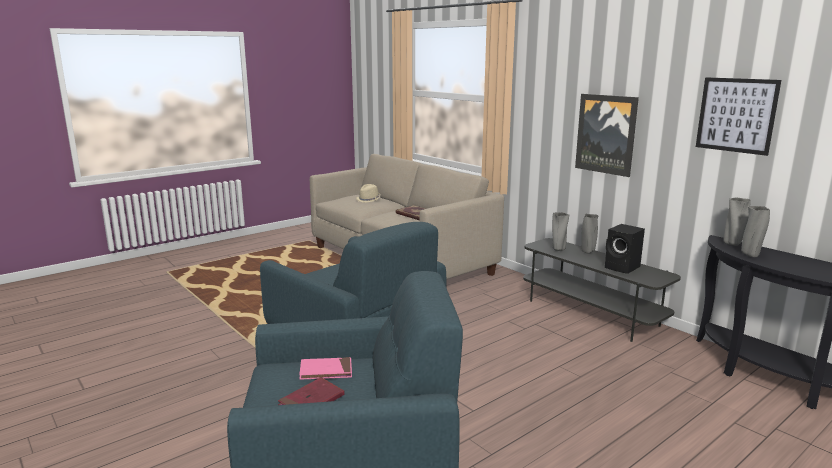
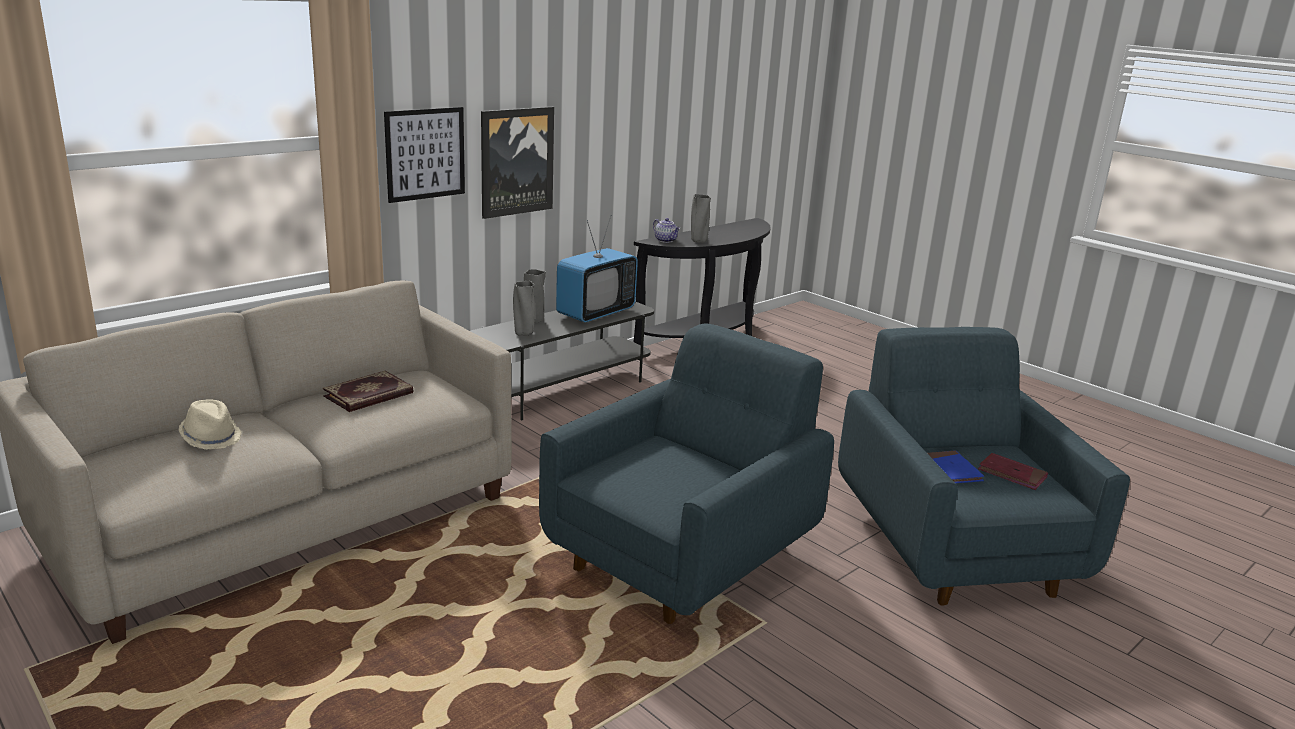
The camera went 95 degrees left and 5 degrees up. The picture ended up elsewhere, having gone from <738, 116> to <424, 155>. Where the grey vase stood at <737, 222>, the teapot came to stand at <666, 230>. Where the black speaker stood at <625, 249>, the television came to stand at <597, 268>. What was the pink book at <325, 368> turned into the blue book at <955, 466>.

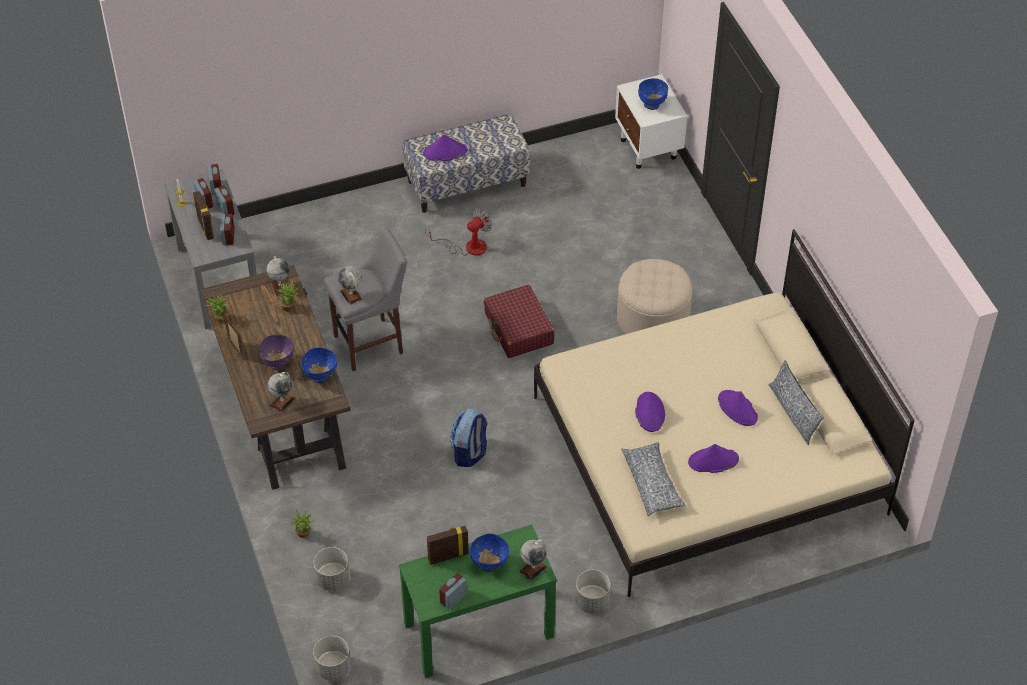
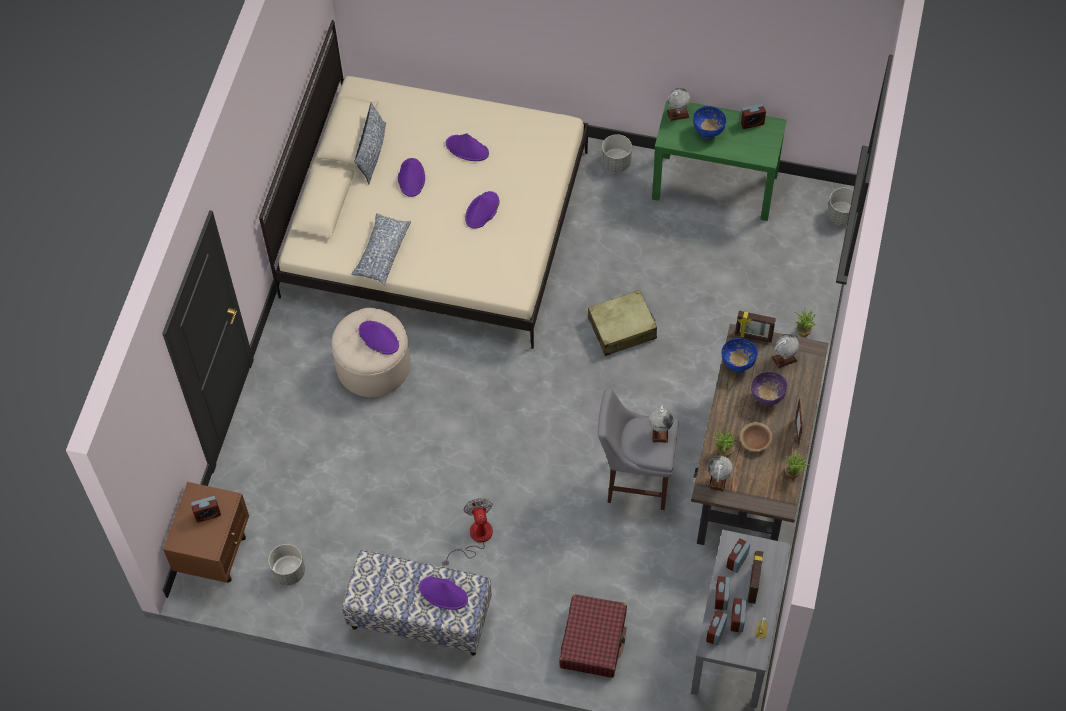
The camera went 145 degrees left and 10 degrees up. What was the white nightstand at <651, 121> turned into the brown nightstand at <206, 532>. Where the blue bowl stood at <653, 94>, the alarm clock came to stand at <206, 509>. The fan at <458, 232> ended up facing another way, 90 degrees clockwise from before. The red suitcase ended up elsewhere, having gone from <519, 321> to <593, 636>. Where the backpack stood at <468, 437>, the beige suitcase came to stand at <622, 323>. The pillow ended up elsewhere, having gone from <653, 479> to <381, 249>. The picture frame ended up elsewhere, having gone from <448, 545> to <755, 327>. The grey planter ended up elsewhere, having gone from <332, 569> to <287, 564>. The second view gained the purple hat at <379, 337>. The second view gained the brown bowl at <756, 437>.

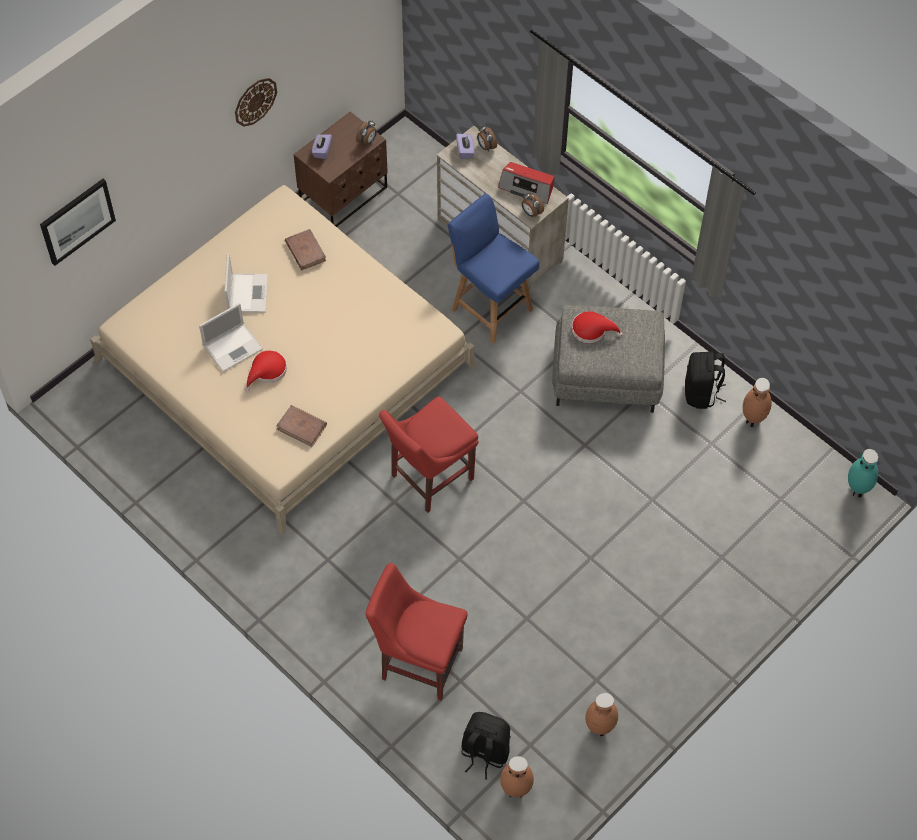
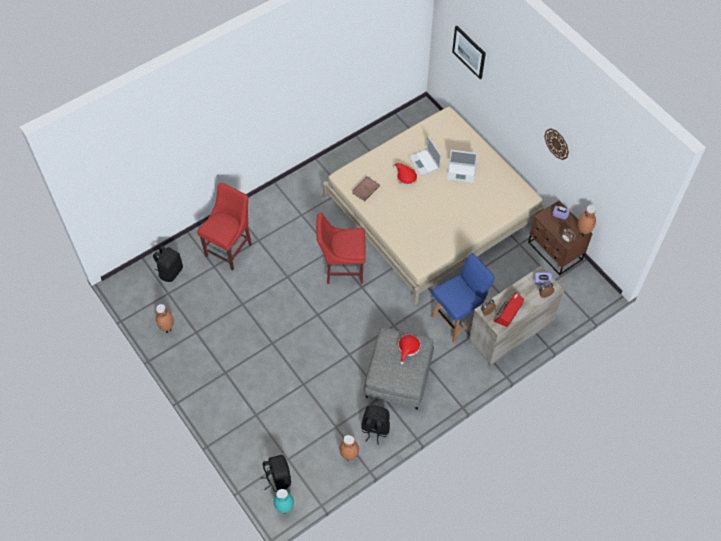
The camera went 100 degrees right and 0 degrees up. The second view lost the brown book at <305, 249>. The red chair at <429, 454> ended up facing another way, 60 degrees counterclockwise from before. The brown vase ended up elsewhere, having gone from <517, 776> to <587, 221>. The second view gained the black backpack at <276, 473>.

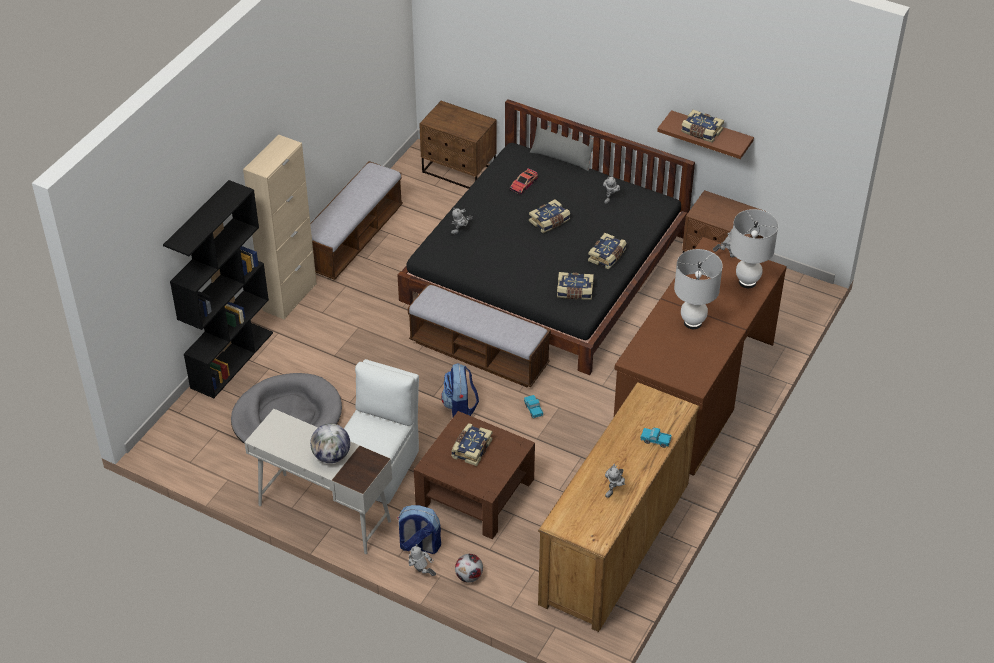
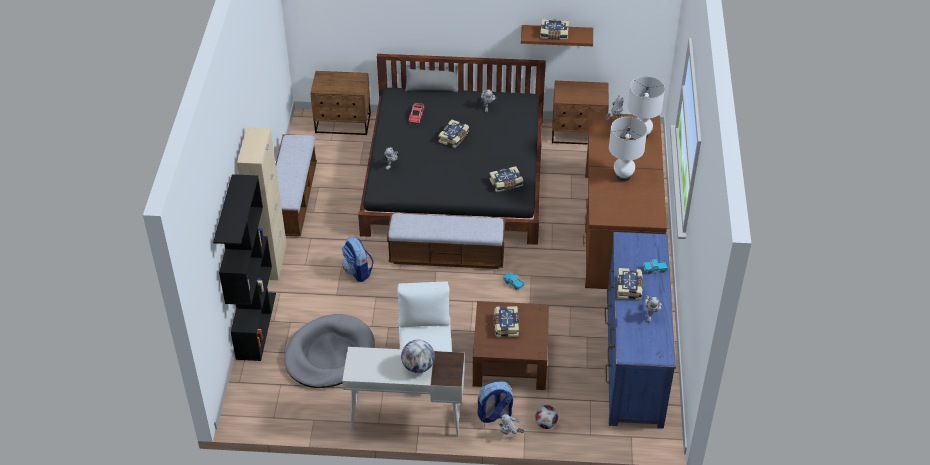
The camera went 25 degrees left and 0 degrees up. The book ended up elsewhere, having gone from <607, 251> to <630, 284>. The backpack ended up elsewhere, having gone from <460, 390> to <358, 259>. What was the brown dresser at <619, 507> turned into the blue dresser at <640, 330>.

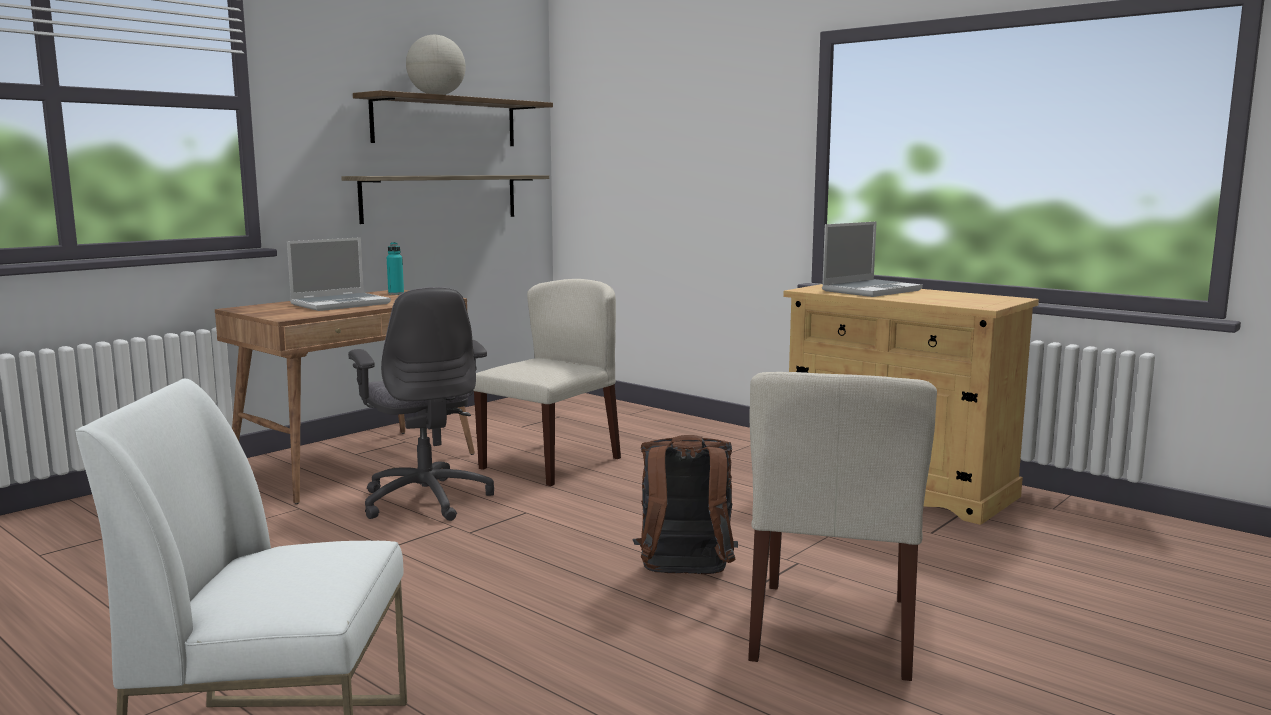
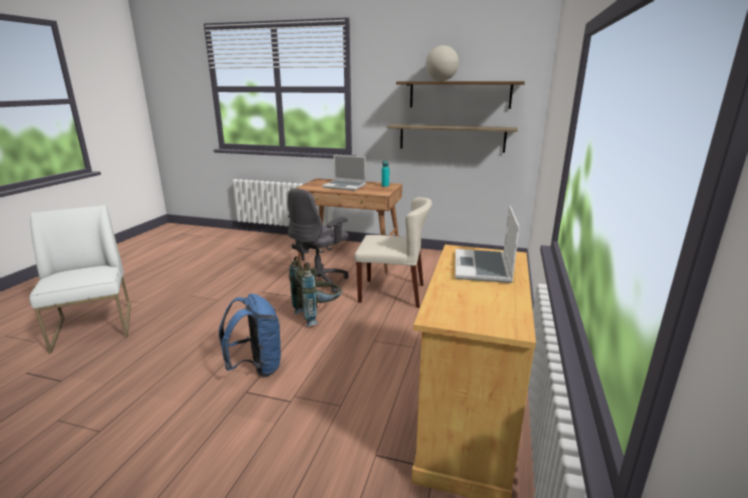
The camera went 65 degrees right and 10 degrees up. The laptop at <872, 259> ended up facing another way, 75 degrees clockwise from before. The second view lost the beige chair at <842, 526>. What was the brown backpack at <685, 504> turned into the blue backpack at <250, 335>. The second view gained the grey backpack at <315, 291>.

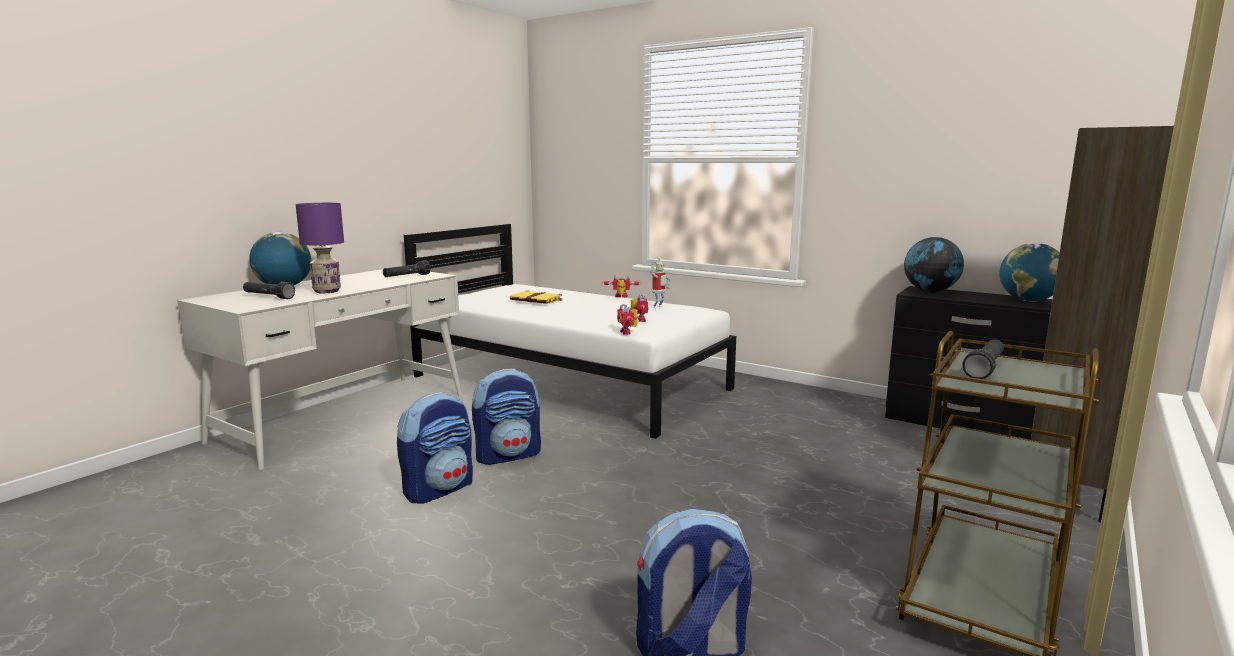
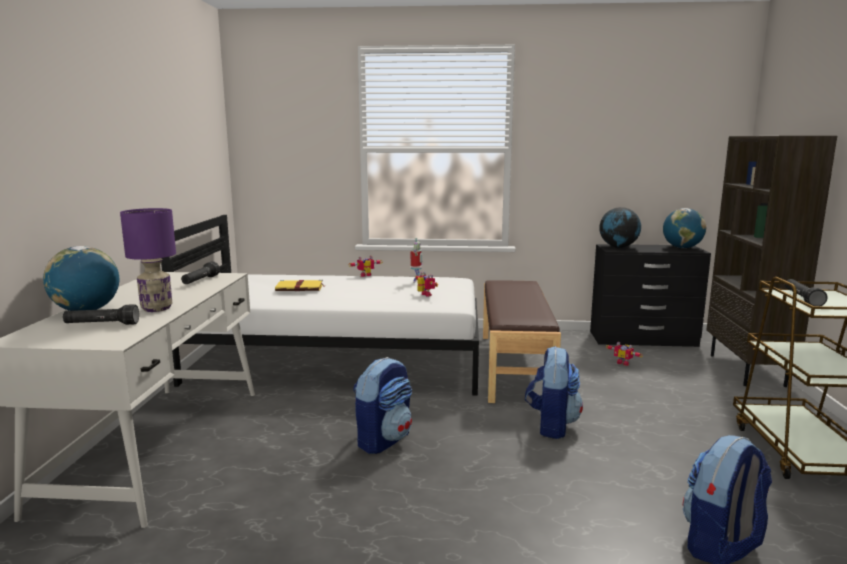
The camera went 30 degrees left and 0 degrees up. The toy robot ended up elsewhere, having gone from <627, 319> to <624, 354>. The backpack ended up elsewhere, having gone from <435, 448> to <554, 392>. The second view gained the brown bench at <522, 341>.

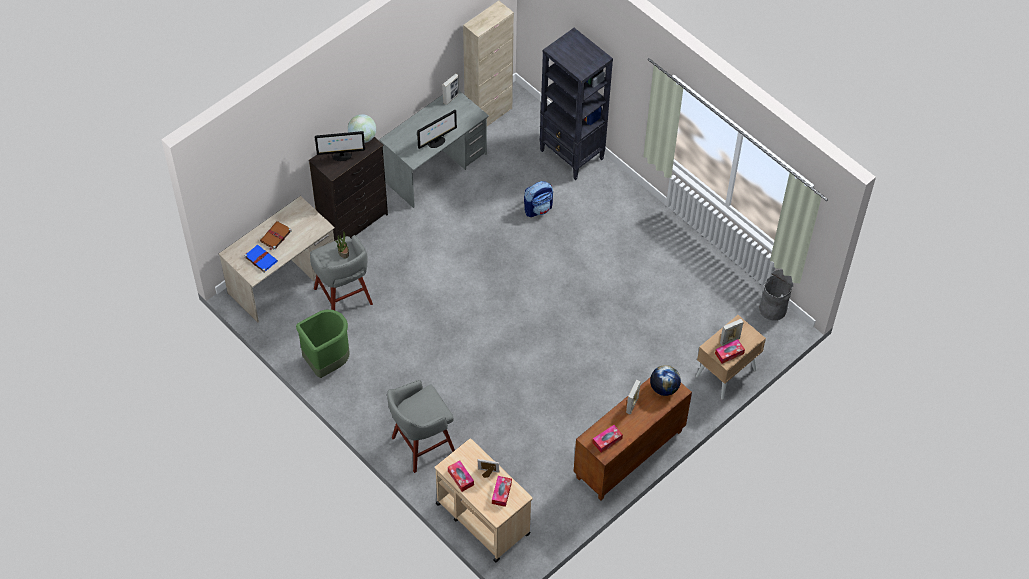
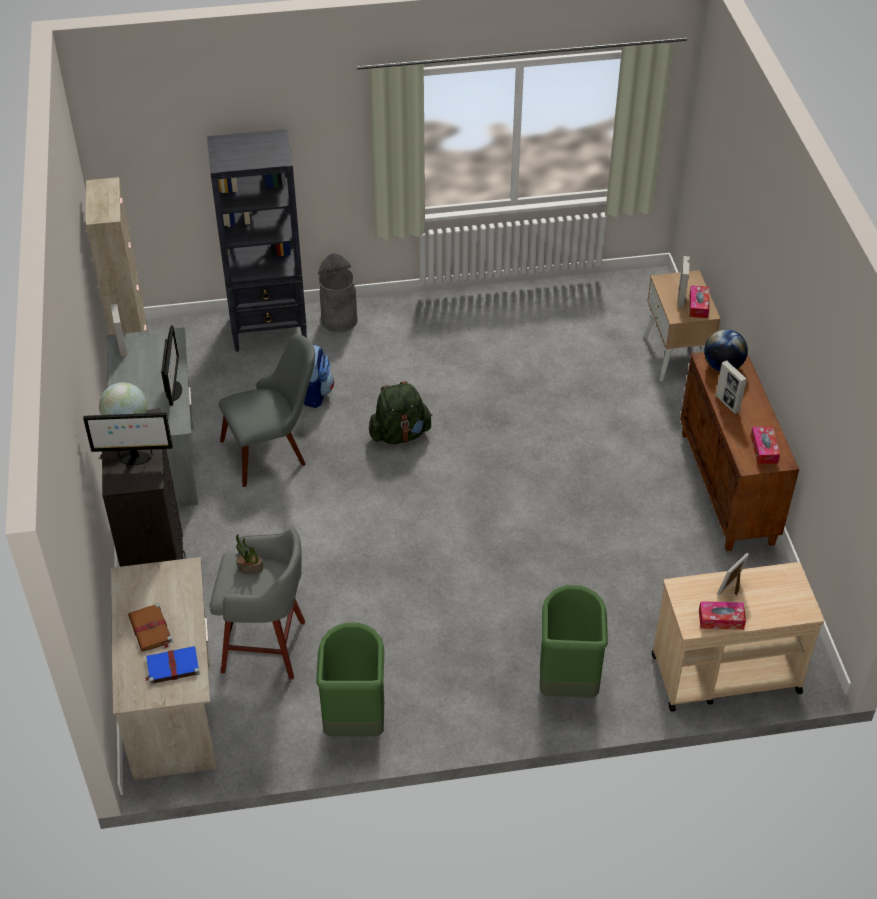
The camera went 55 degrees left and 10 degrees down. The monitor at <340, 146> ended up facing another way, 60 degrees clockwise from before. The grey trash can ended up elsewhere, having gone from <776, 295> to <338, 293>. Where the grey stool stood at <421, 426>, the green trash can came to stand at <574, 641>. The second view lost the tissue box at <502, 491>. The second view gained the grey chair at <267, 410>. The second view gained the green backpack at <401, 412>.

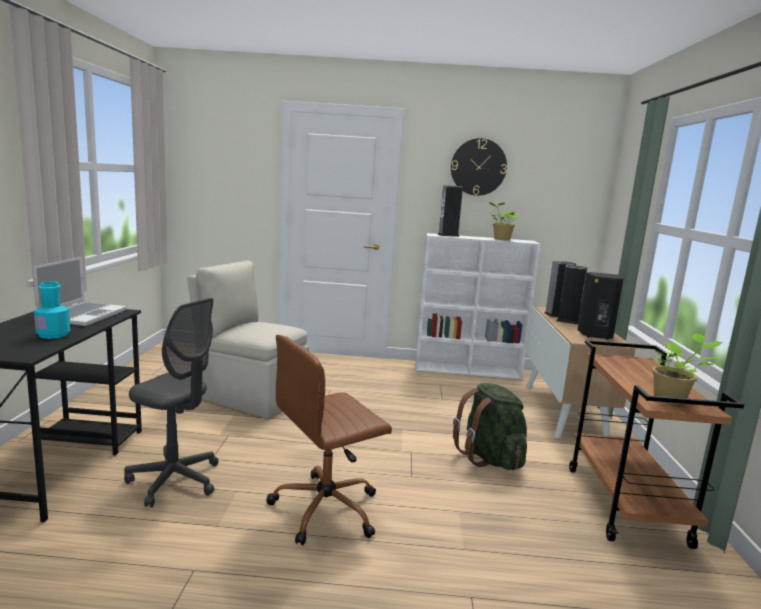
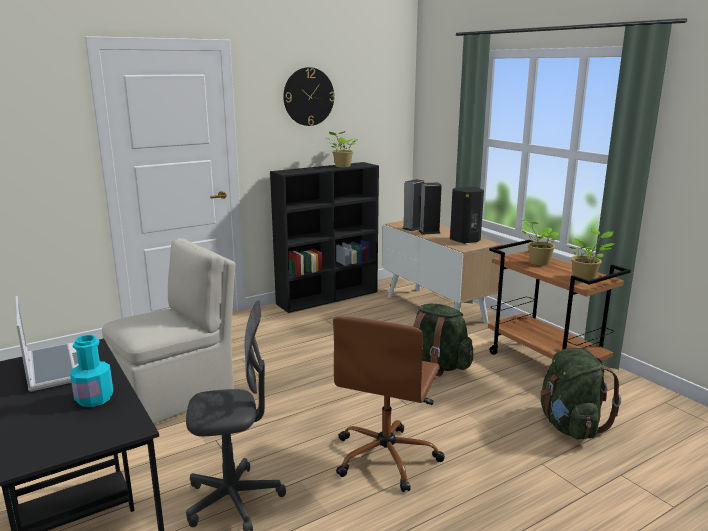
The camera went 35 degrees left and 5 degrees up. The second view lost the speaker at <450, 211>. What was the white bookcase at <478, 306> turned into the black bookcase at <324, 237>. The beige chair at <248, 340> ended up facing another way, 150 degrees clockwise from before. The second view gained the potted plant at <540, 242>. The second view gained the green backpack at <580, 394>.

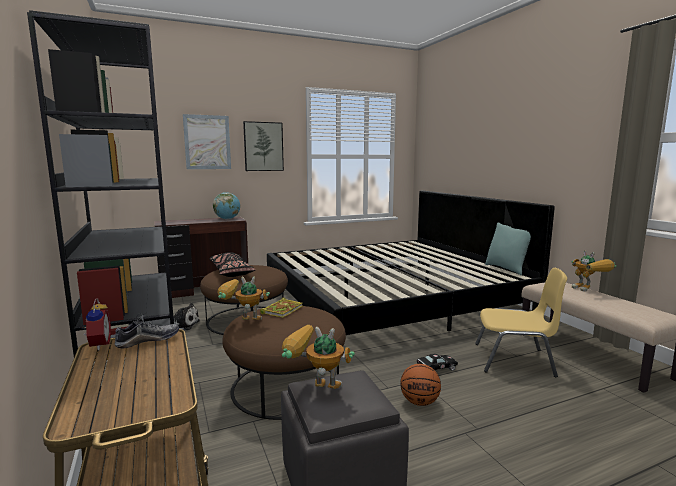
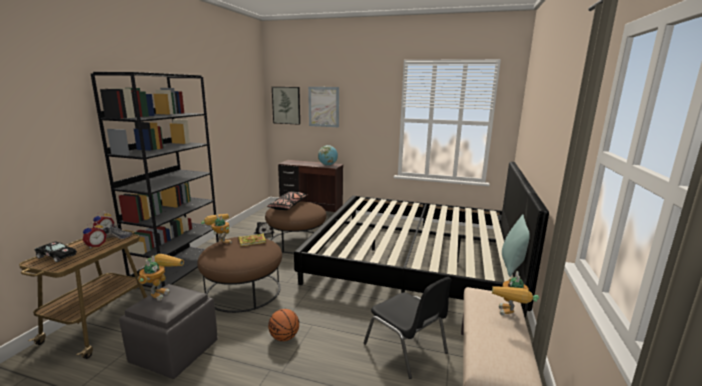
The camera went 40 degrees right and 5 degrees up. The picture ended up elsewhere, having gone from <263, 146> to <286, 106>. What was the yellow chair at <521, 322> turned into the black chair at <408, 328>. The toy robot at <318, 357> ended up facing another way, 45 degrees clockwise from before. The black toy car ended up elsewhere, having gone from <437, 362> to <56, 251>. The second view gained the alarm clock at <95, 235>.

